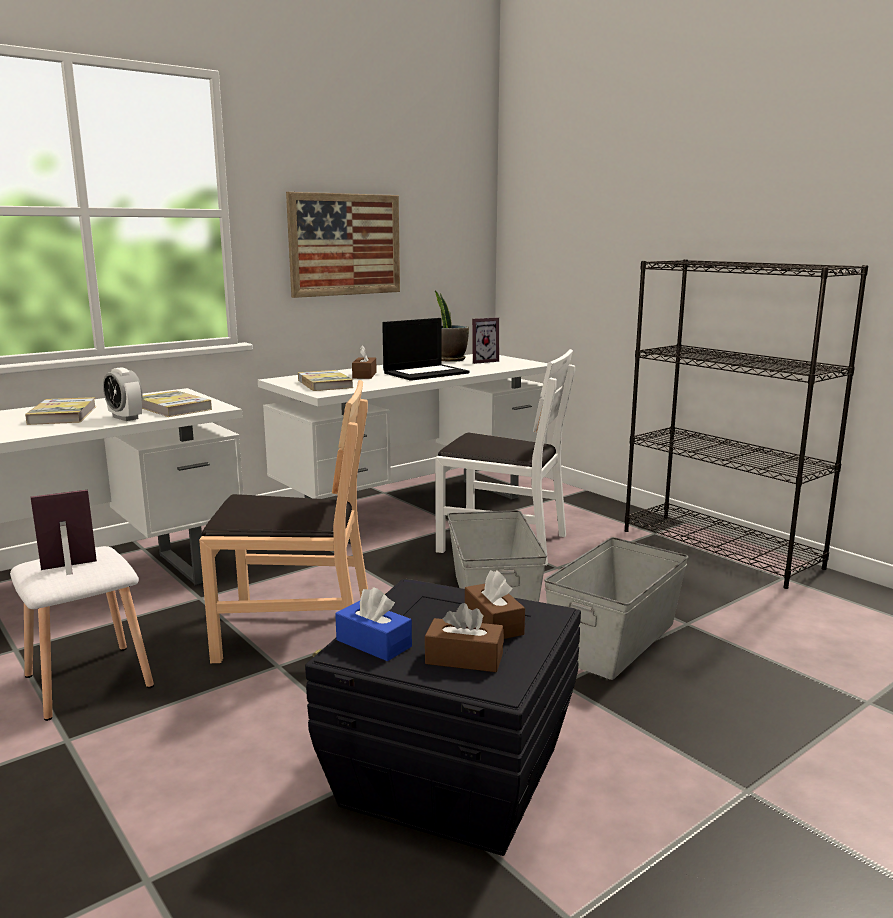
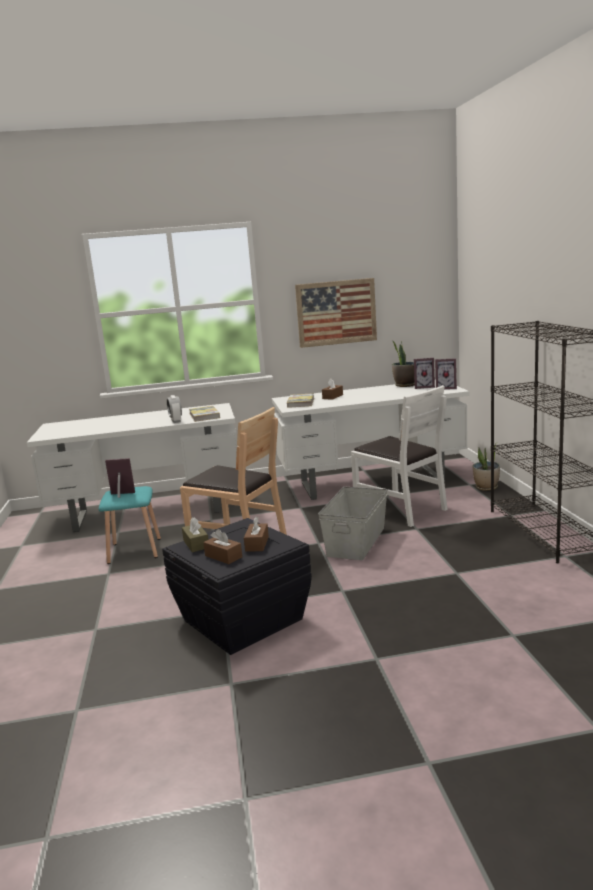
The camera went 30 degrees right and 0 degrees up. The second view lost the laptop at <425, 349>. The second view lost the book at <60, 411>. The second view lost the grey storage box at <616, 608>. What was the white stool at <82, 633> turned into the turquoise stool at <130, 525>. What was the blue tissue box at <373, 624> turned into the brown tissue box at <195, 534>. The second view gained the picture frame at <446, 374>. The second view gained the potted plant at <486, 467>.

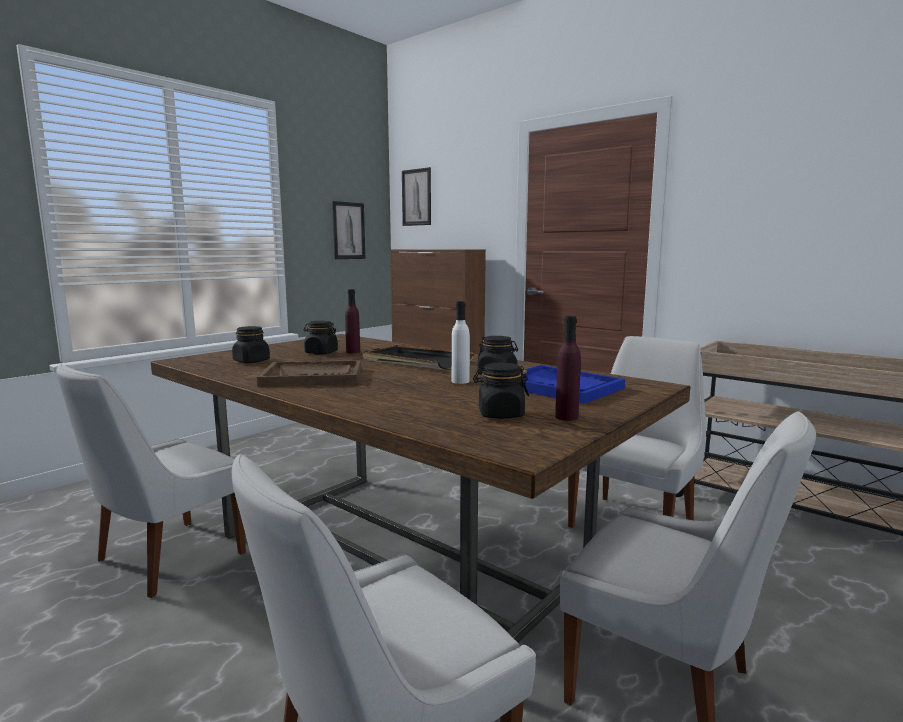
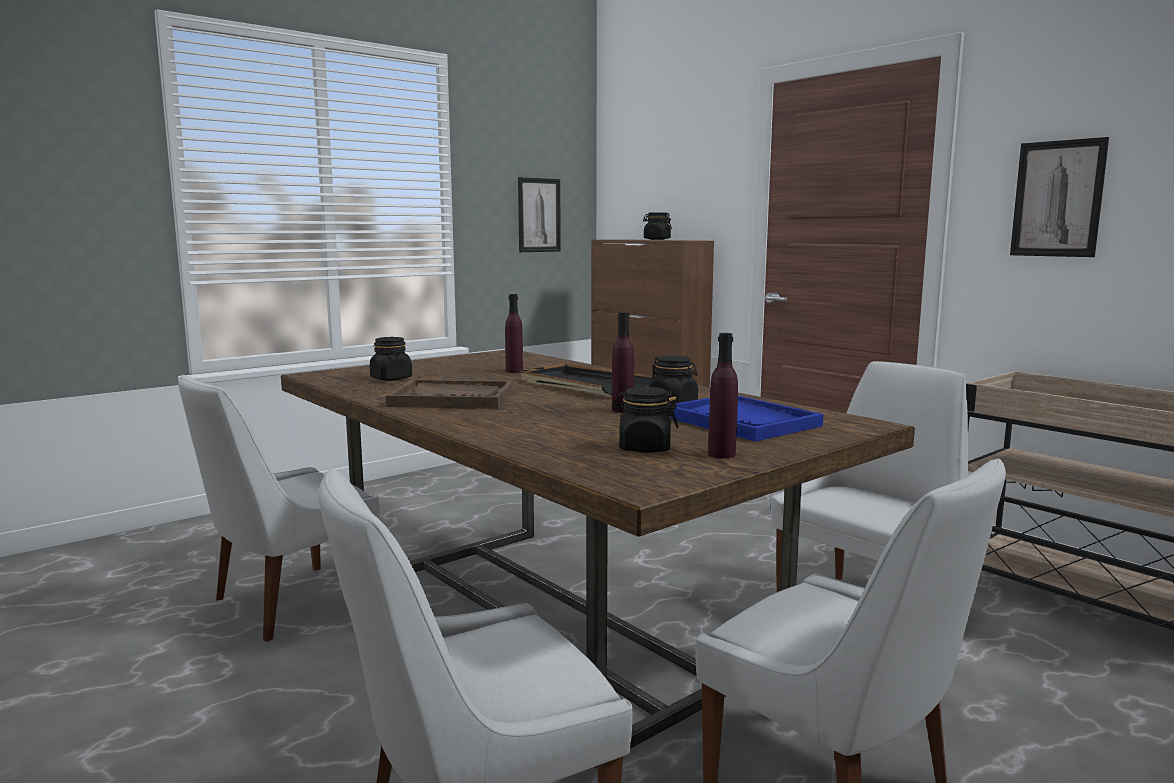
The camera went 10 degrees right and 0 degrees up. The picture ended up elsewhere, having gone from <416, 196> to <1059, 197>. What was the white bottle at <461, 342> turned into the purple bottle at <623, 362>. The black jar ended up elsewhere, having gone from <320, 338> to <657, 226>.

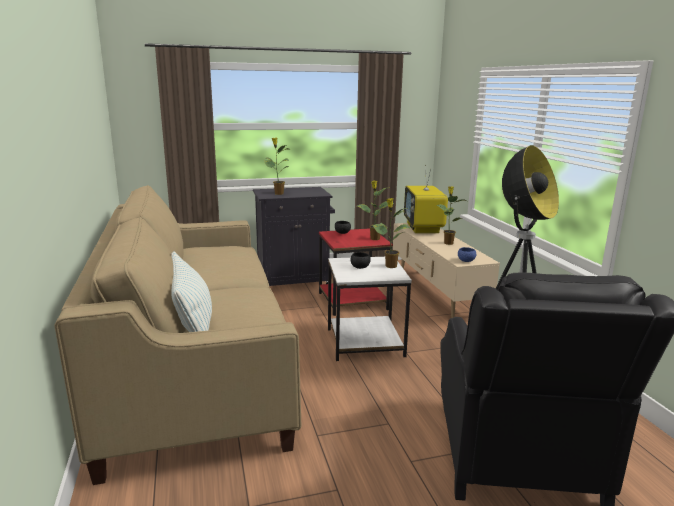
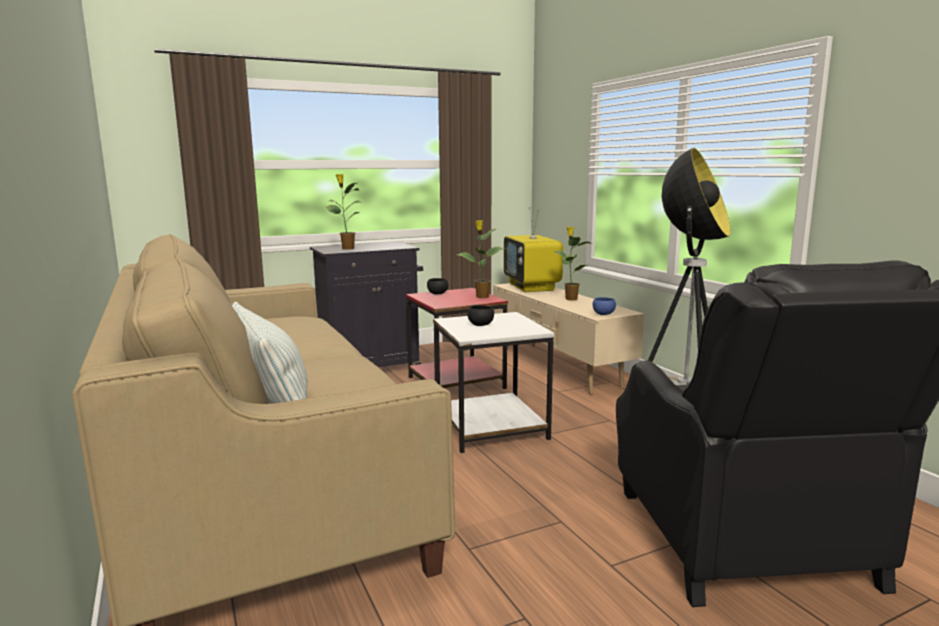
The camera went 10 degrees left and 5 degrees down. The second view lost the potted plant at <391, 233>.

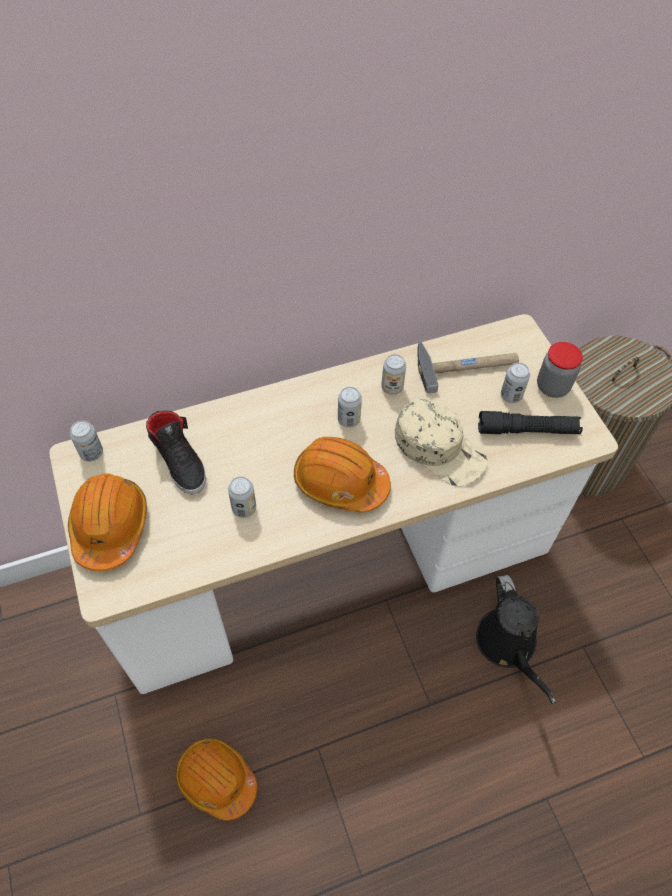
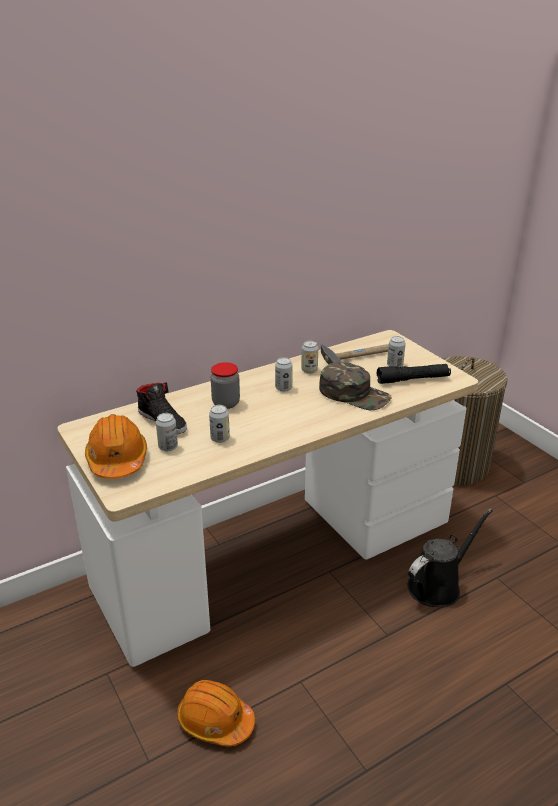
The camera went 10 degrees left and 25 degrees down. The jar ended up elsewhere, having gone from <560, 370> to <225, 385>. What was the beige cap at <441, 442> turned into the green cap at <355, 386>. The can ended up elsewhere, having gone from <86, 441> to <167, 432>. The second view lost the orange hard hat at <342, 474>. The black watering can at <516, 639> ended up facing another way, 105 degrees counterclockwise from before.

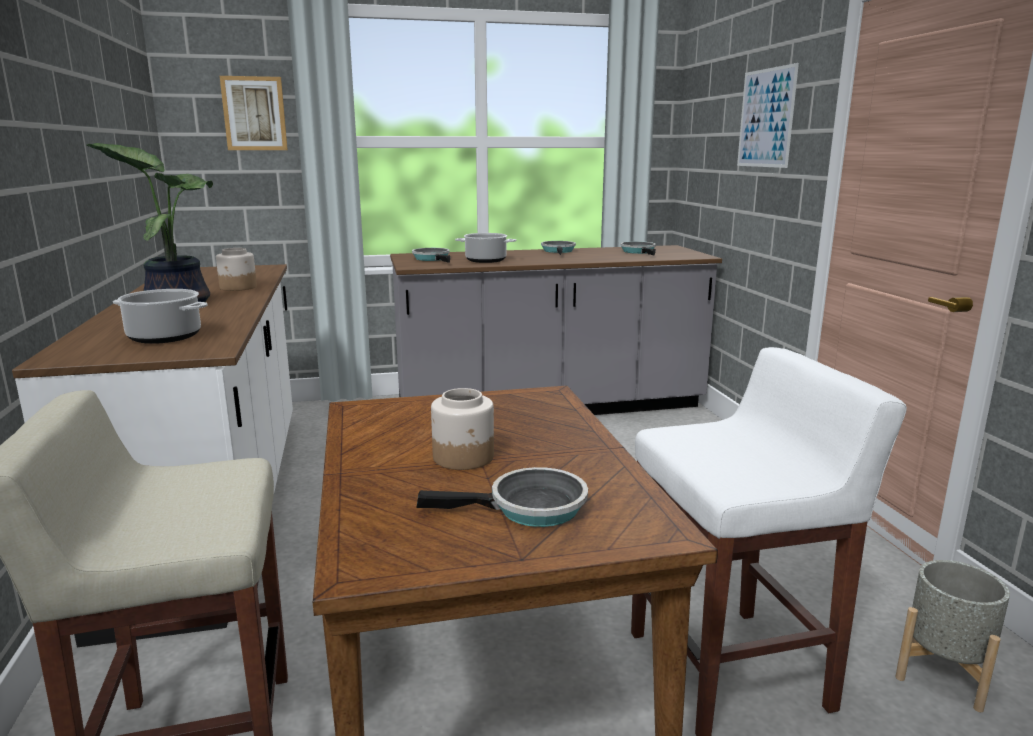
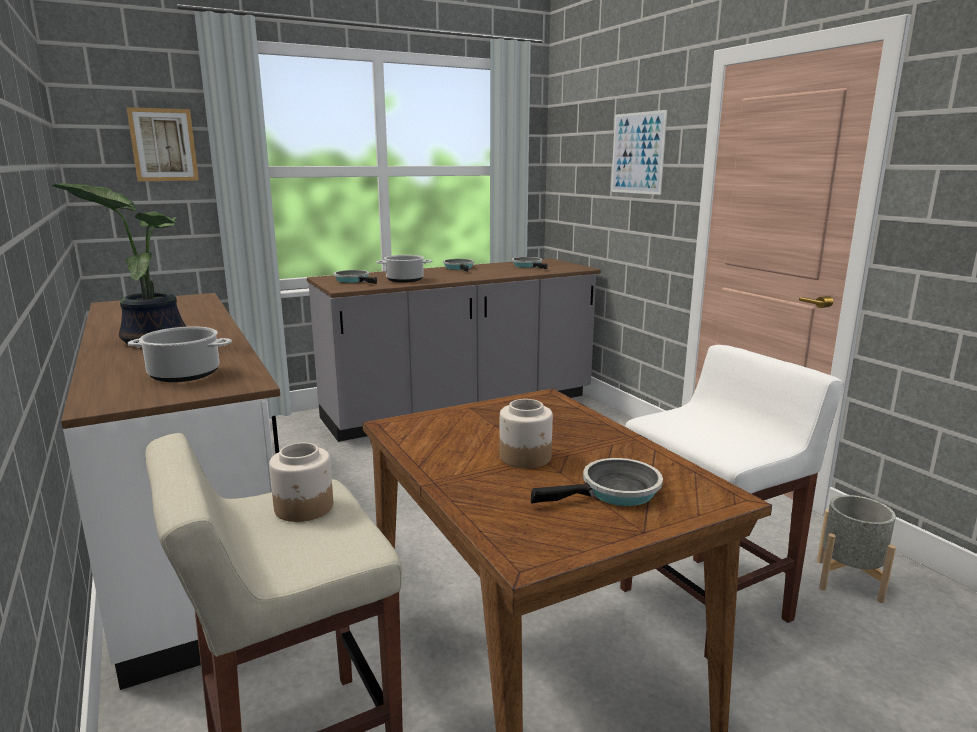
The camera went 15 degrees left and 0 degrees up. The jar ended up elsewhere, having gone from <236, 269> to <301, 482>.

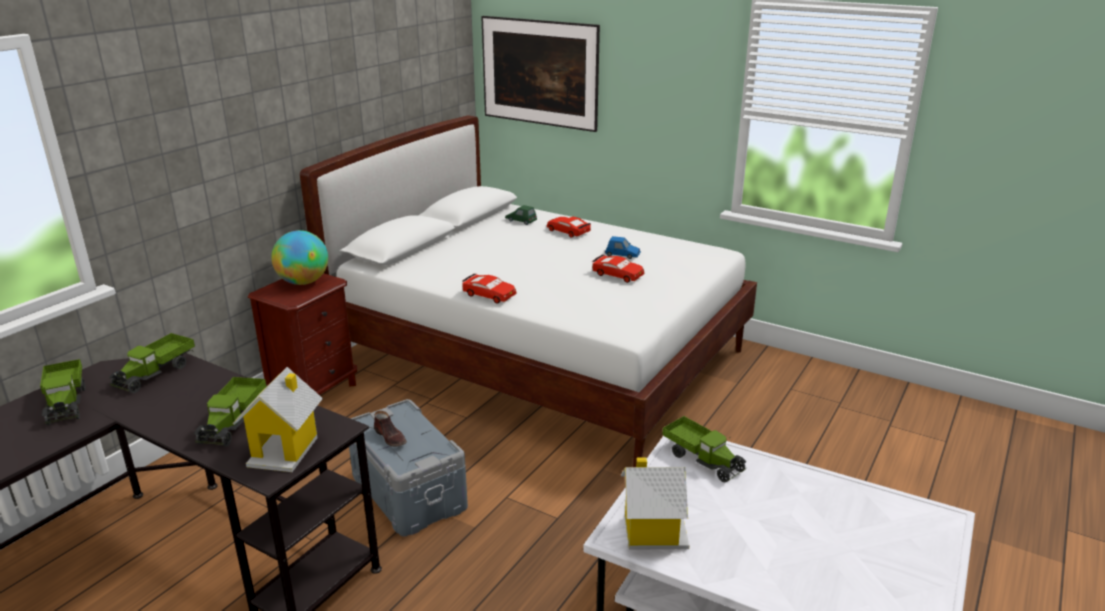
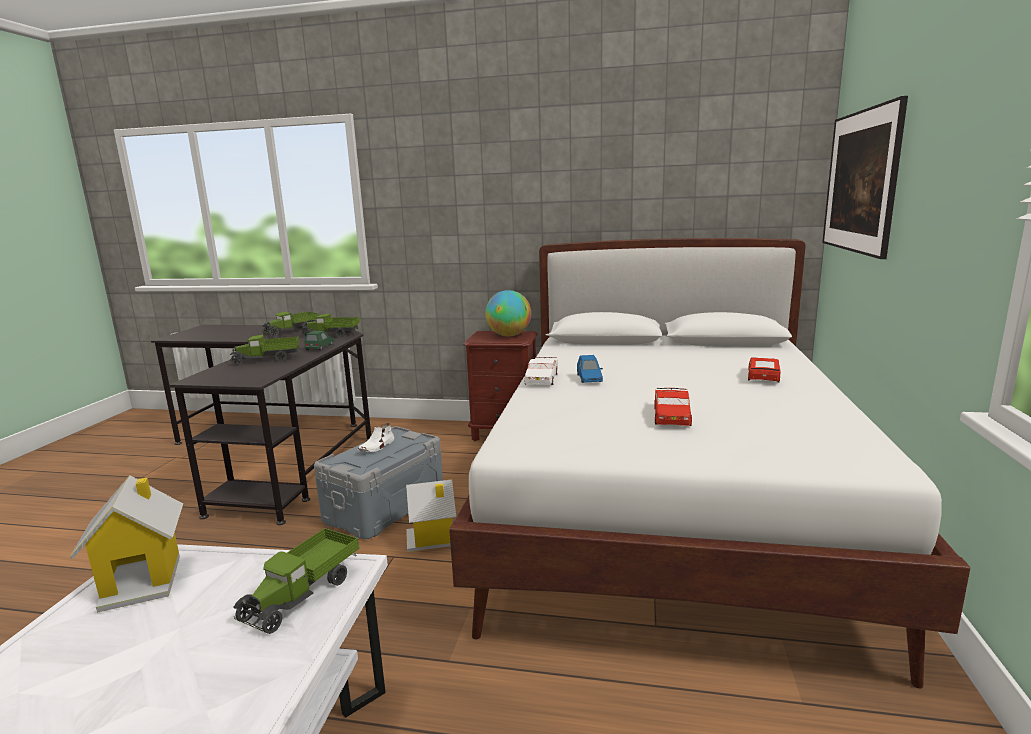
The camera went 70 degrees right and 10 degrees down. The green toy car ended up elsewhere, having gone from <521, 215> to <320, 340>. The blue toy car ended up elsewhere, having gone from <623, 247> to <590, 369>. What was the red toy car at <489, 288> turned into the white toy car at <541, 371>. The toy house ended up elsewhere, having gone from <277, 419> to <431, 516>. What was the brown shoe at <390, 429> turned into the white shoe at <375, 437>.

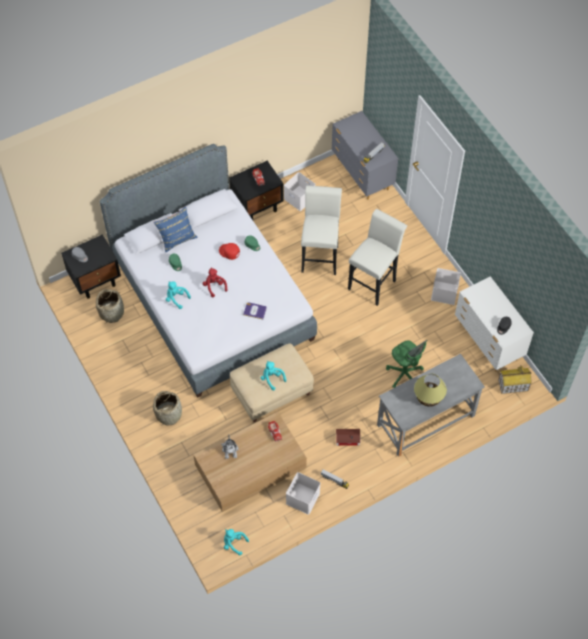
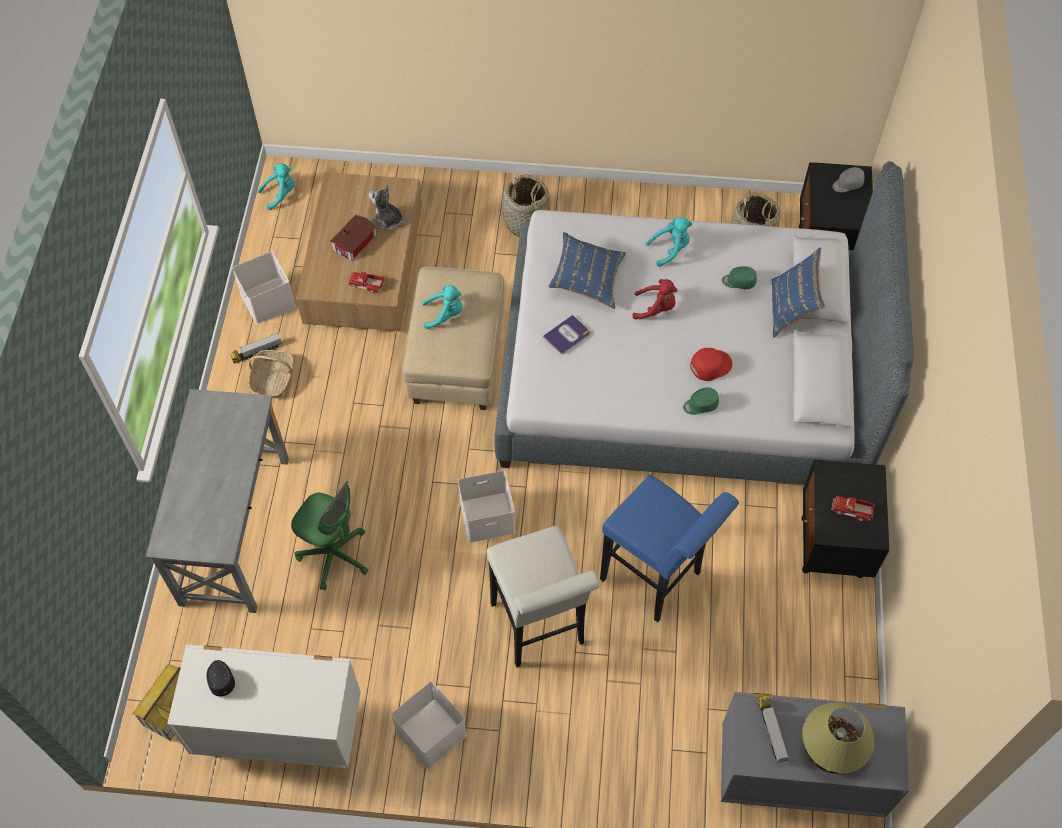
The camera went 125 degrees right and 0 degrees up. The white storage box ended up elsewhere, having gone from <299, 191> to <487, 506>. What was the white stool at <321, 230> turned into the blue stool at <669, 548>. The green office chair at <406, 364> ended up facing another way, 150 degrees counterclockwise from before. The table lamp ended up elsewhere, having gone from <430, 390> to <838, 738>. The toy house ended up elsewhere, having gone from <348, 437> to <353, 238>. The second view gained the blue pillow at <587, 270>. The second view gained the basket at <270, 374>.

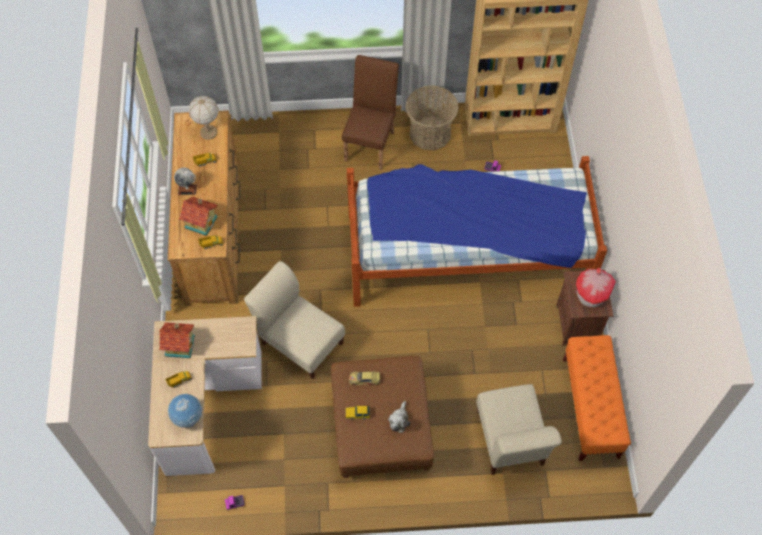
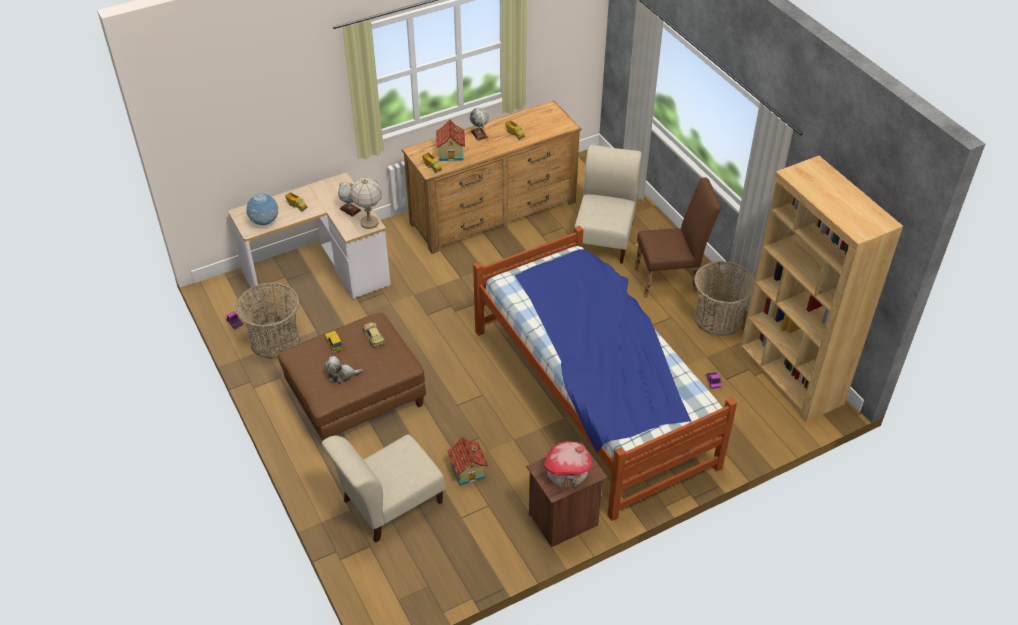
The camera went 65 degrees right and 15 degrees down. The table lamp ended up elsewhere, having gone from <204, 118> to <366, 203>. The beige chair ended up elsewhere, having gone from <294, 320> to <608, 204>. The toy house ended up elsewhere, having gone from <177, 340> to <467, 461>. The second view lost the orange bench at <597, 398>. The second view gained the globe at <349, 199>. The second view gained the basket at <268, 320>.

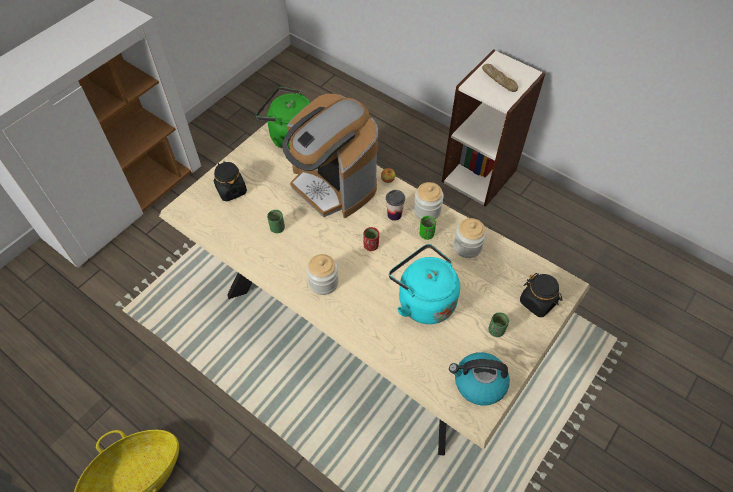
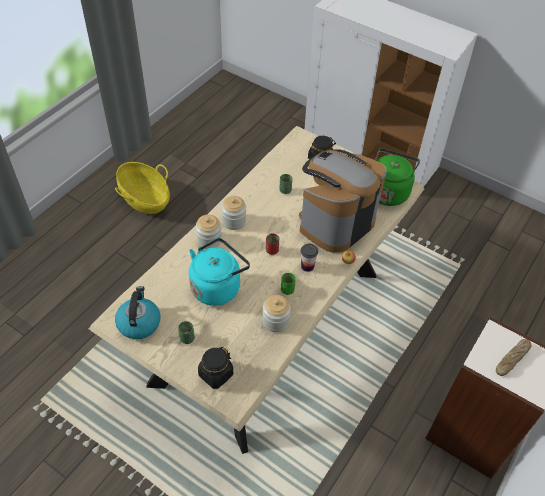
The camera went 85 degrees right and 5 degrees down. The jar ended up elsewhere, having gone from <429, 200> to <209, 232>.

